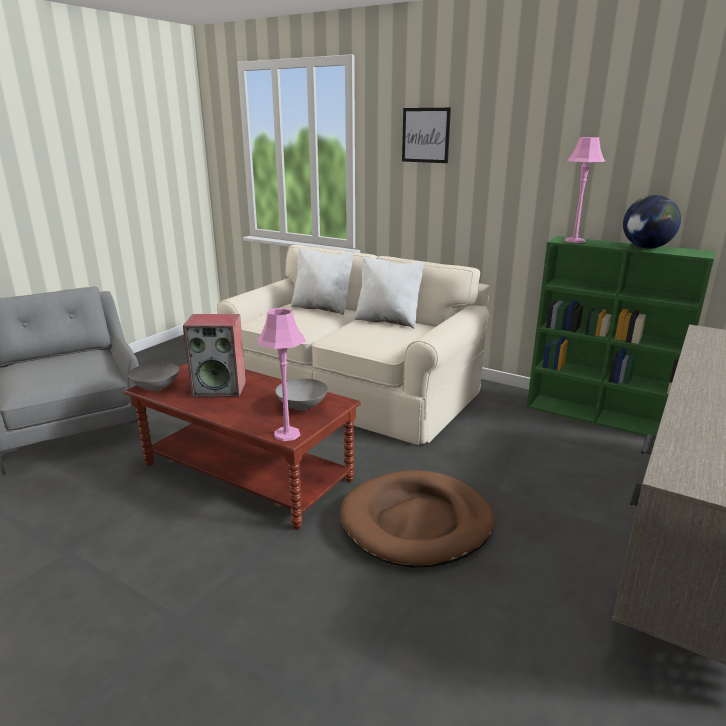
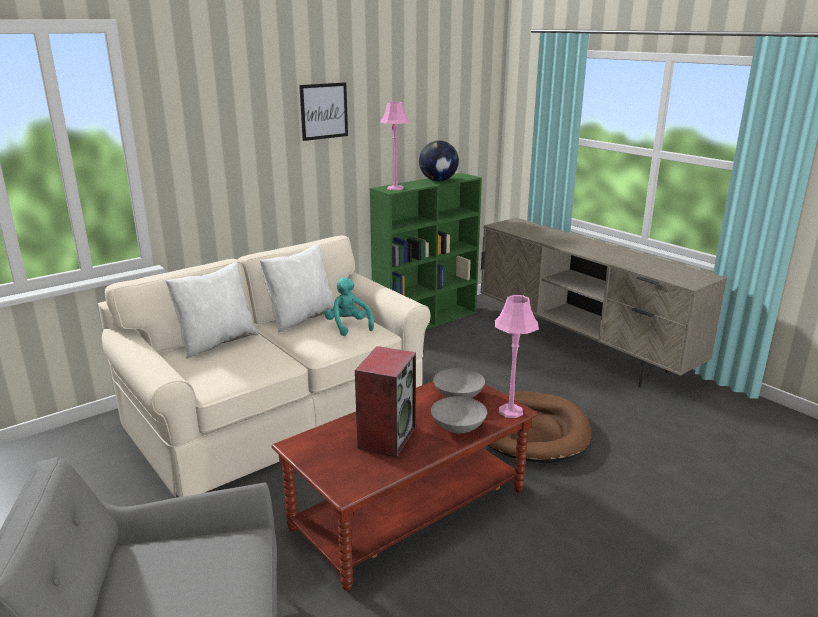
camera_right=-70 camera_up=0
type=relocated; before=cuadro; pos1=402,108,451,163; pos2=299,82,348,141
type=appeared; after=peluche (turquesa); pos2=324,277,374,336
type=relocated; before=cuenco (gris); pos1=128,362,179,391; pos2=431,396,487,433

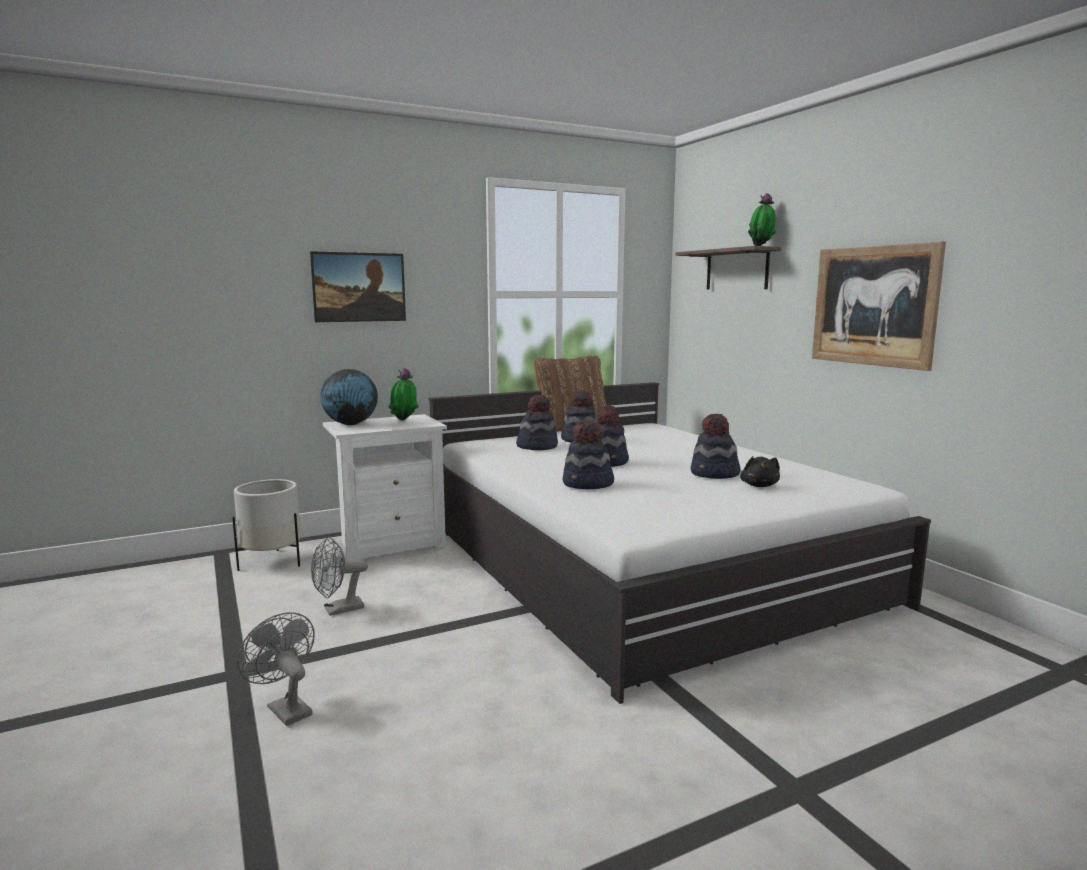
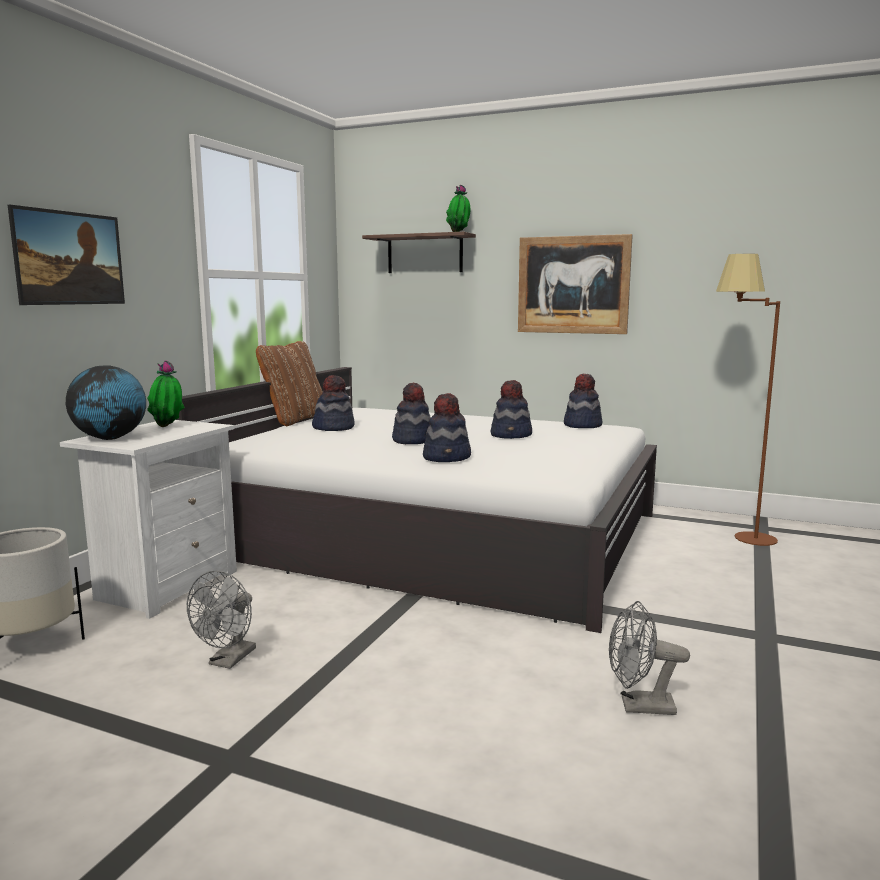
camera_right=-40 camera_up=0
type=relocated; before=sombrero; pos1=516,395,558,450; pos2=564,374,602,428
type=relocated; before=ventilador (gris); pos1=237,612,315,726; pos2=609,601,690,715
type=appeared; after=lámpara de pie (marrón); pos2=716,254,780,546
type=missing; before=peluche (negro); pos1=740,456,780,487

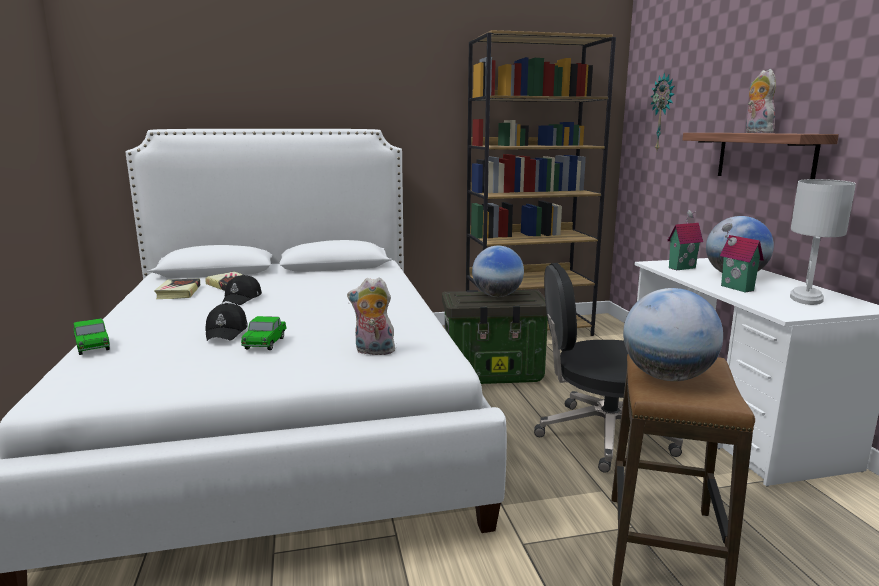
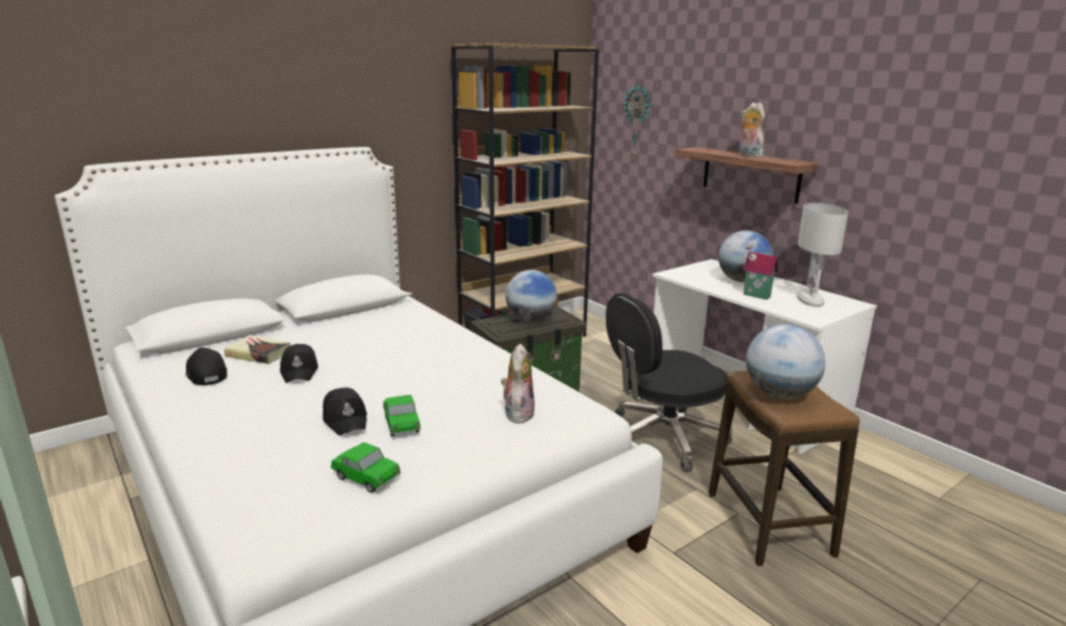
camera_right=-25 camera_up=5
type=exchanged; before=libro; after=gorra (negro); pos1=154,278,200,299; pos2=186,348,227,386
type=relocated; before=coche de juguete; pos1=74,318,110,355; pos2=331,442,401,493
type=spun; before=peluche; pos1=347,277,397,355; pos2=501,343,535,423; turn=120
type=missing; before=casita; pos1=667,210,703,270

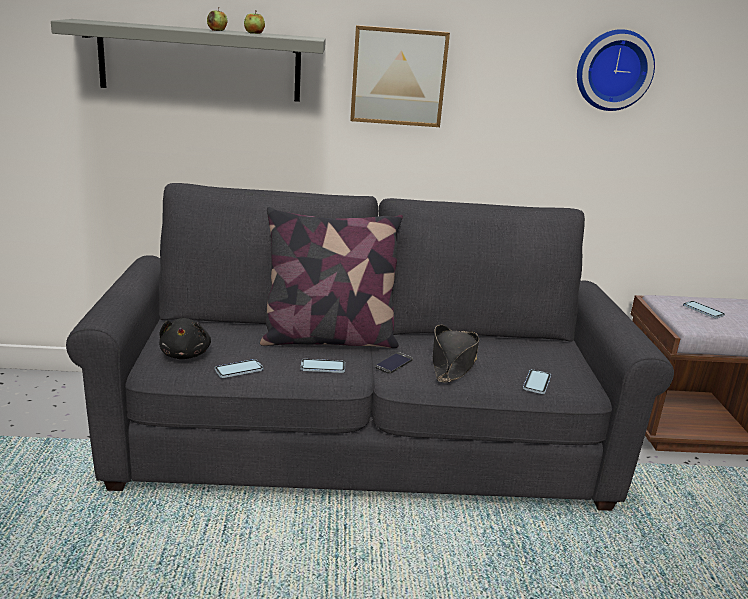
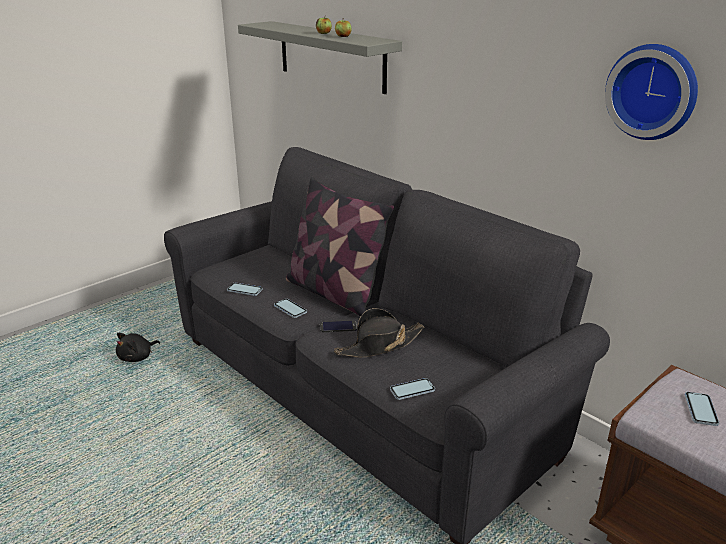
camera_right=50 camera_up=5
type=relocated; before=peluche (negro); pos1=159,318,211,359; pos2=116,333,160,362
type=missing; before=cuadro; pos1=350,25,450,127

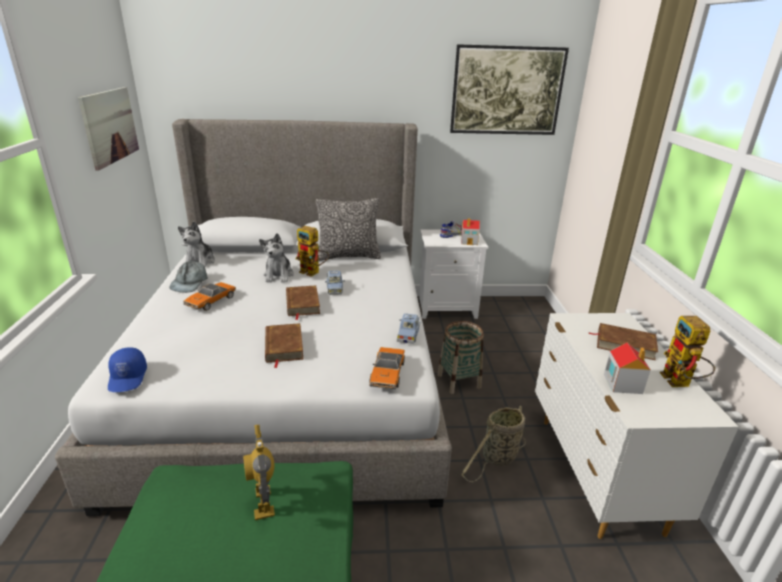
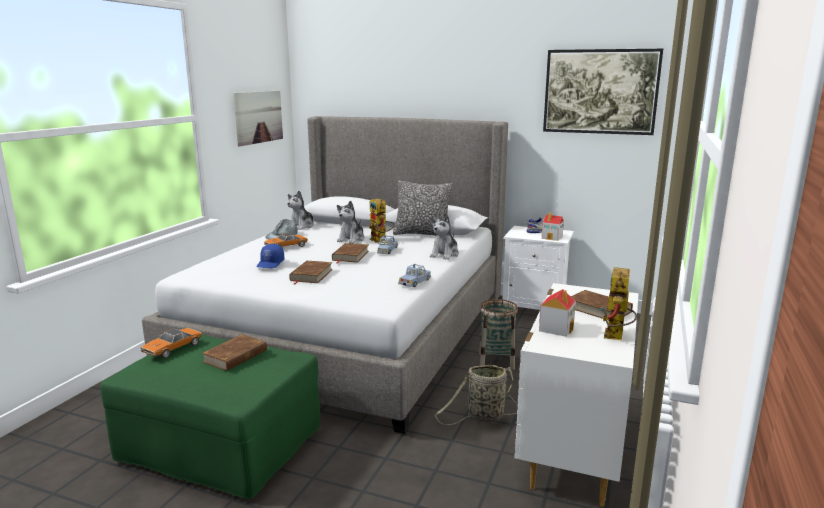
camera_right=25 camera_up=-10
type=relocated; before=coche de juguete; pos1=369,347,405,389; pos2=141,328,202,358
type=exchanged; before=robot de juguete; after=libro (marrón); pos1=243,425,275,520; pos2=201,334,268,371
type=relocated; before=gorra (azul); pos1=108,347,147,392; pos2=256,244,285,268
type=appeared; after=peluche; pos2=430,213,459,260

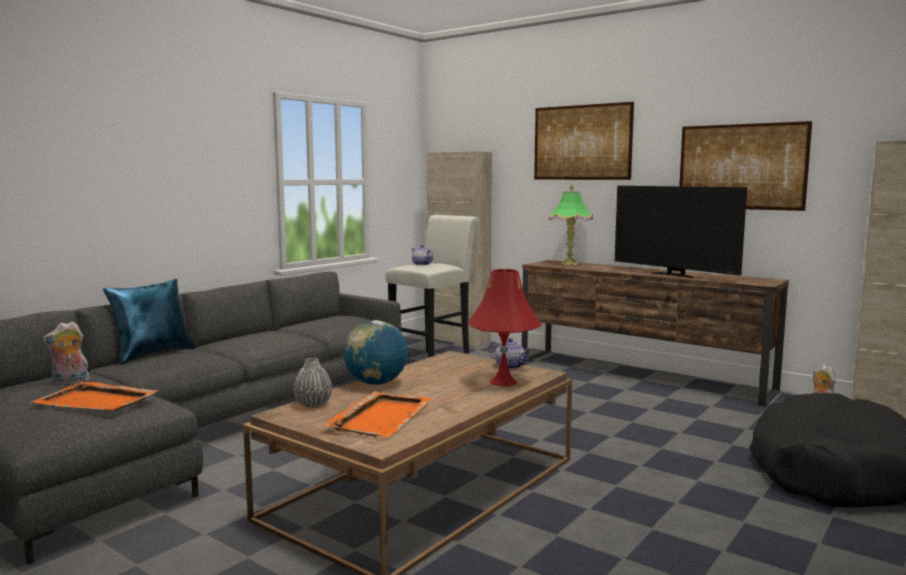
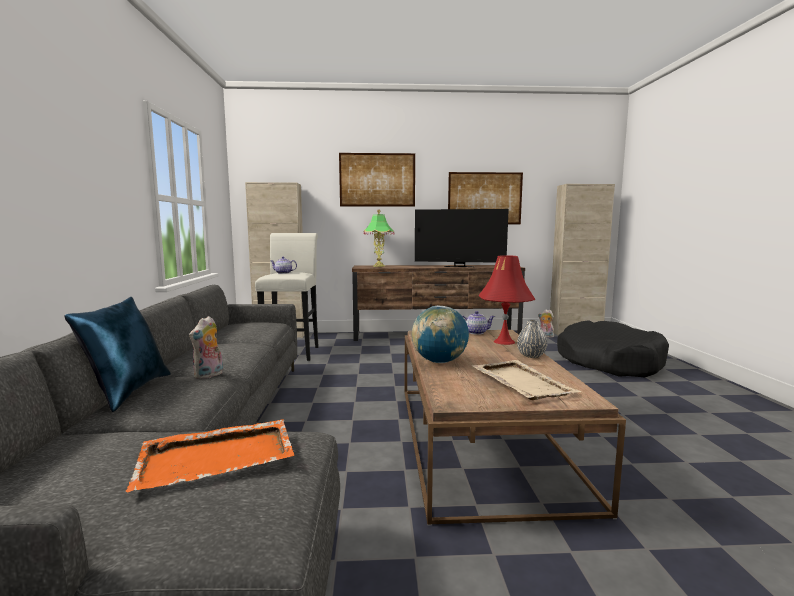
camera_right=-40 camera_up=0
type=relocated; before=peluche; pos1=42,321,90,385; pos2=189,316,223,379
type=colour; before=bandeja (naranja); after=bandeja (beis); pos1=324,391,431,437; pos2=471,360,582,400
type=relocated; before=florero (gris); pos1=294,358,332,408; pos2=517,320,547,358

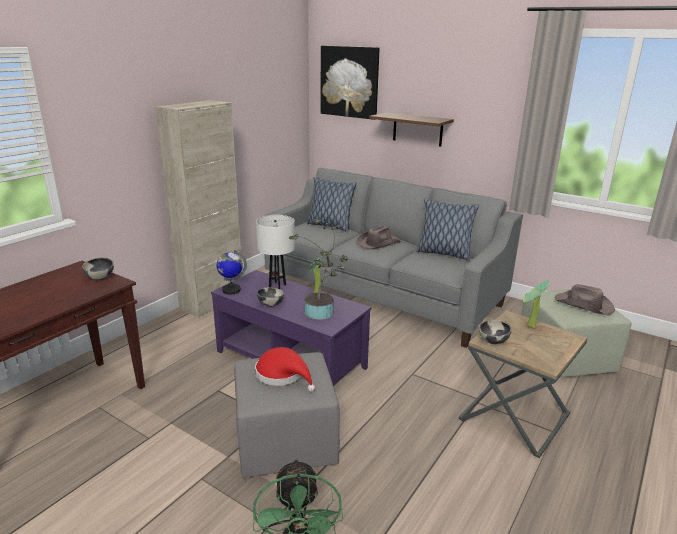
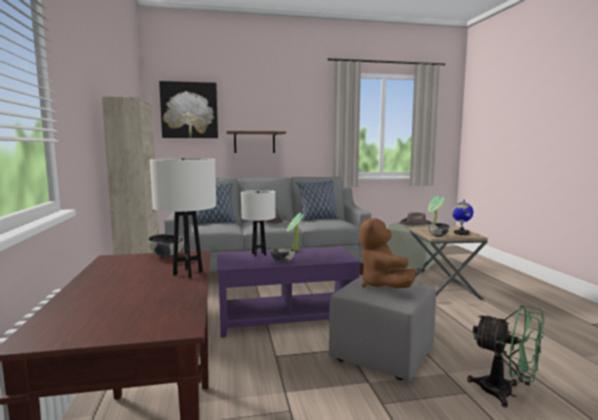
camera_right=-45 camera_up=-15
type=appeared; after=lámpara de mesa (blanco); pos2=150,158,216,278
type=exchanged; before=sombrero (rojo); after=peluche (marrón); pos1=255,347,315,392; pos2=360,216,416,288
type=relocated; before=globo terráqueo; pos1=217,250,247,295; pos2=452,199,473,235
type=missing; before=planta en maceta; pos1=289,219,348,320

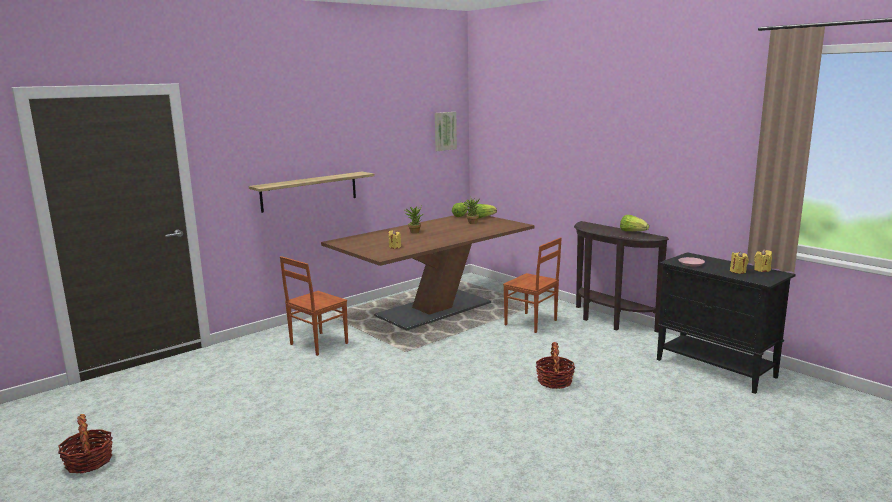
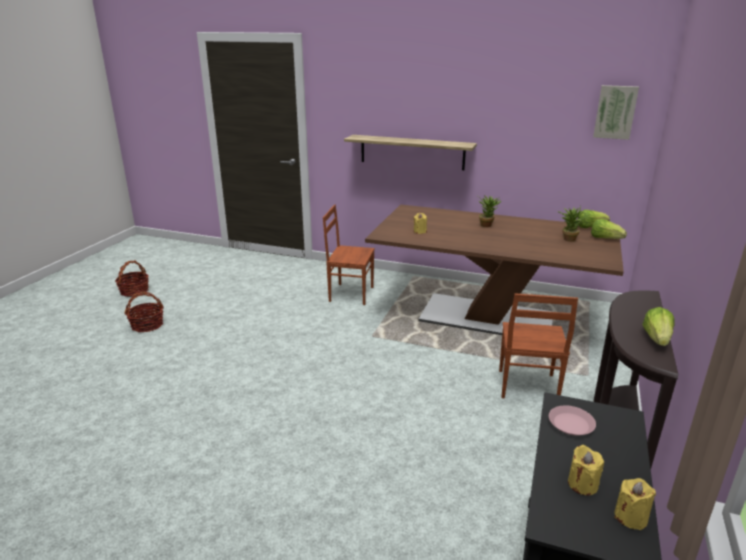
camera_right=60 camera_up=10
type=relocated; before=cesta; pos1=536,342,575,389; pos2=124,292,164,332

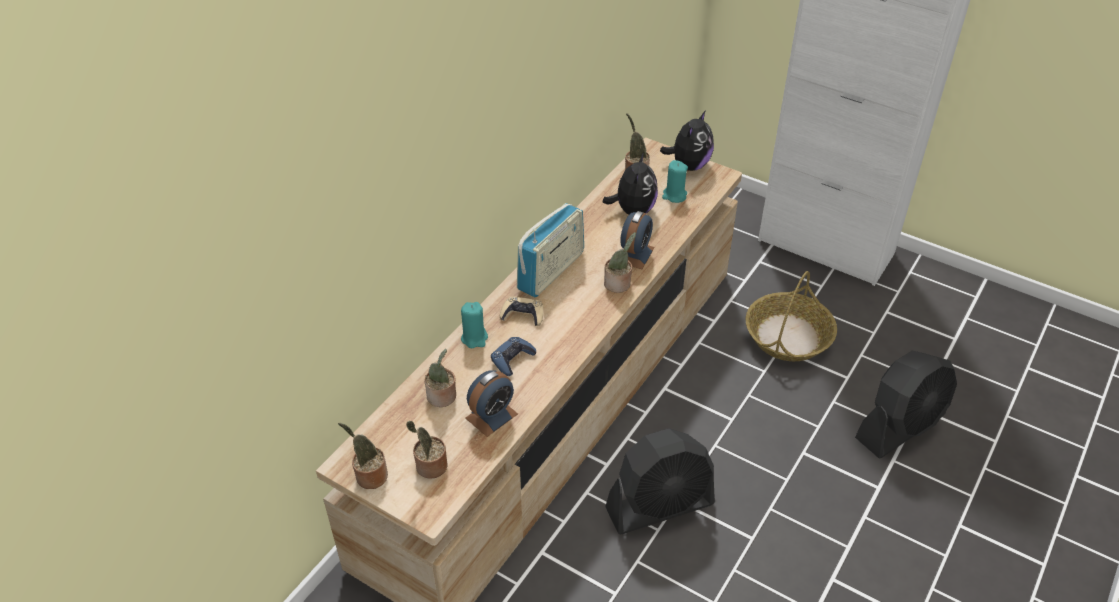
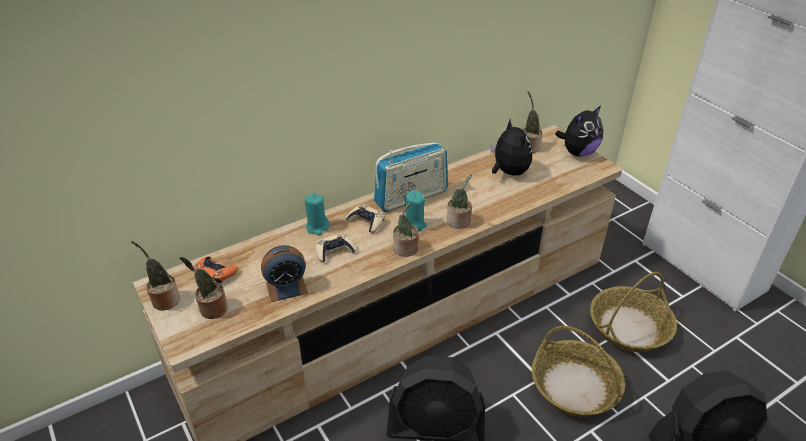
camera_right=25 camera_up=-5
type=appeared; after=mando de consola (naranja); pos2=194,257,238,284
type=colour; before=mando de consola (azul); after=mando de consola (beis); pos1=491,337,536,376; pos2=315,233,356,263
type=relocated; before=planta en maceta; pos1=425,349,456,407; pos2=393,202,419,257
type=relocated; before=vela (turquesa); pos1=662,160,688,203; pos2=405,190,427,232
type=spun; before=peluche; pos1=603,152,658,215; pos2=490,119,532,176; turn=-60
type=appeared; after=cesta; pos2=532,326,625,416
type=missing; before=despertador; pos1=620,211,655,269

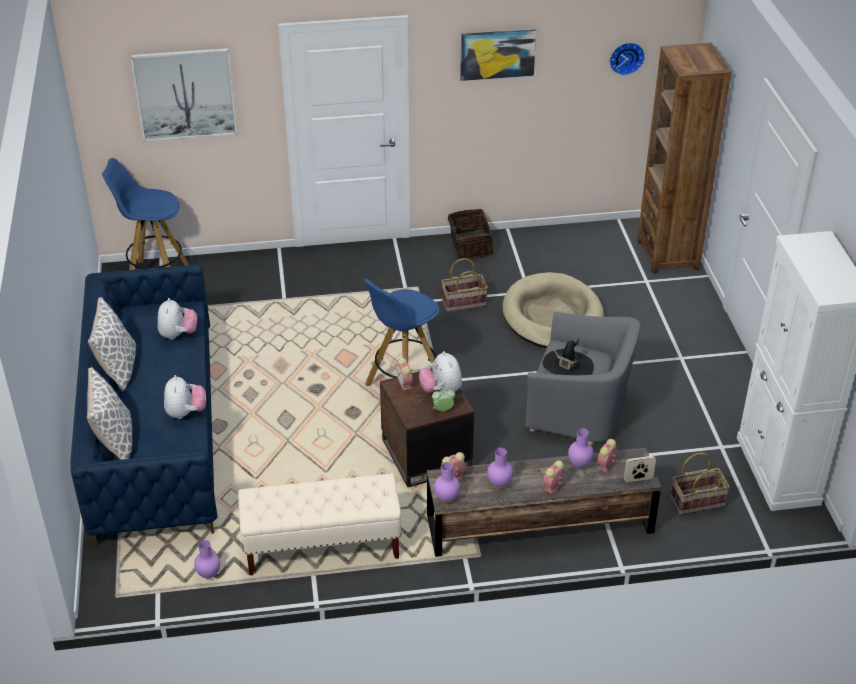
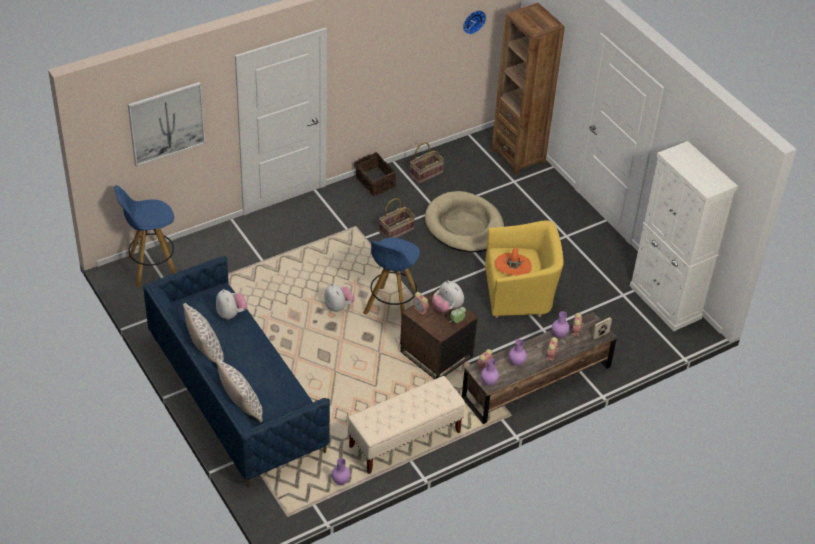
camera_right=-25 camera_up=5
type=relocated; before=peluche; pos1=164,375,206,419; pos2=324,284,354,312
type=relocated; before=cesta; pos1=670,452,730,515; pos2=410,142,444,184
type=colour; before=sillón (gris); after=sillón (amarillo); pos1=525,312,641,445; pos2=485,220,564,318
type=colour; before=sombrero (negro); after=sombrero (naranja); pos1=543,339,594,375; pos2=495,245,532,275
type=missing; before=cuadro; pos1=460,29,536,81

